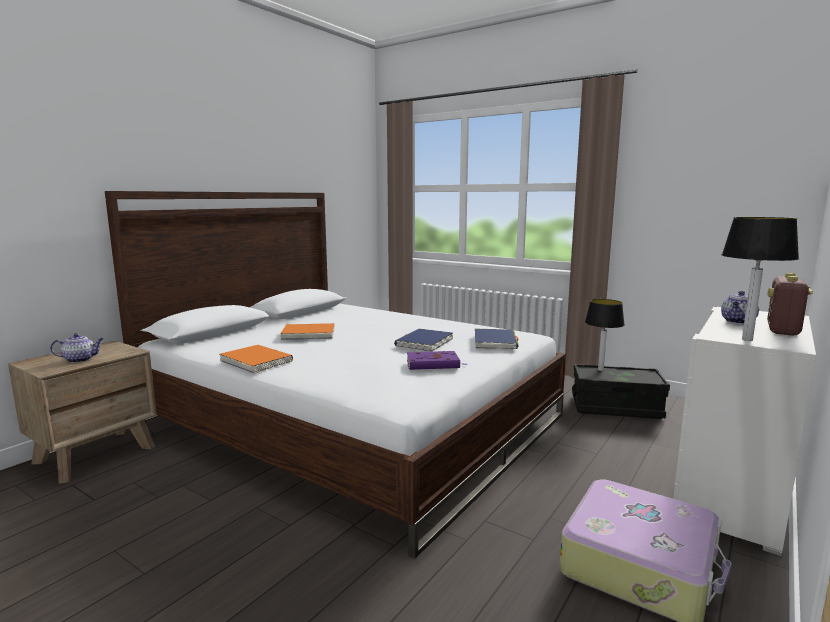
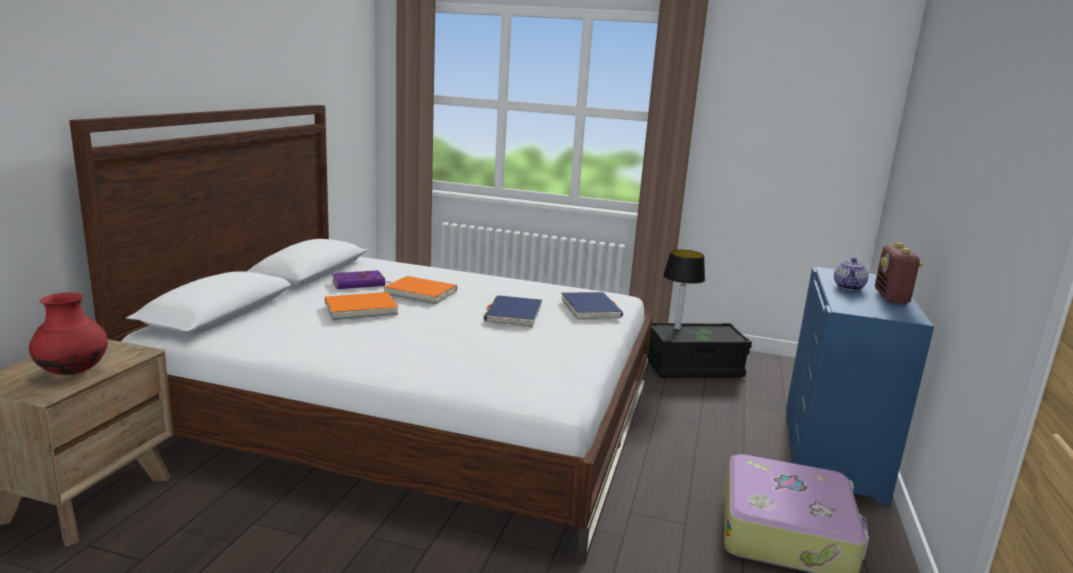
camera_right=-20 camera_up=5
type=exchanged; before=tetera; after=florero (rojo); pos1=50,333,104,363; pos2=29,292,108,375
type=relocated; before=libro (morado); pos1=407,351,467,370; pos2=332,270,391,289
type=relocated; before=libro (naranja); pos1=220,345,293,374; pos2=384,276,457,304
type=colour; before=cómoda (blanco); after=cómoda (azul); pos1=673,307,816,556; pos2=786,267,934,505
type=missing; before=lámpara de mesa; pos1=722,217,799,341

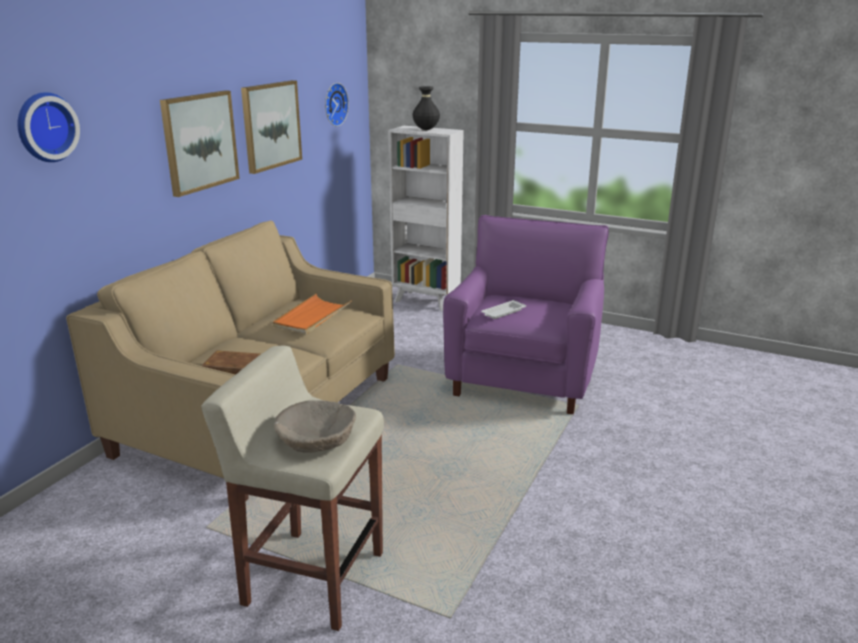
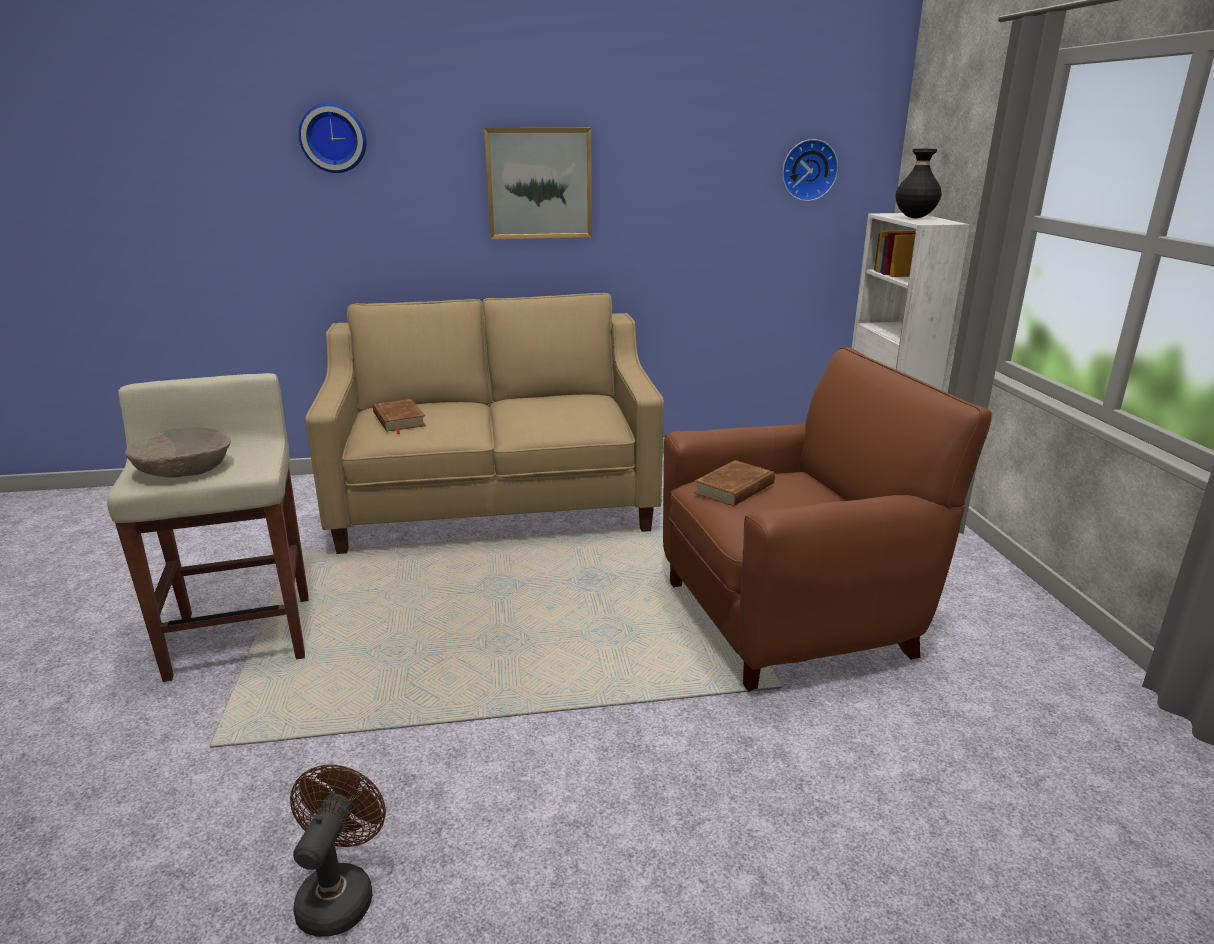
camera_right=55 camera_up=0
type=appeared; after=ventilador (marrón); pos2=290,764,386,937
type=colour; before=sillón (morado); after=sillón (marrón); pos1=443,215,609,415; pos2=663,347,992,692
type=exchanged; before=bandeja (blanco); after=libro (marrón); pos1=481,300,526,319; pos2=694,460,775,506
type=missing; before=cuadro; pos1=241,80,302,174
type=missing; before=bandeja (naranja); pos1=273,294,352,334

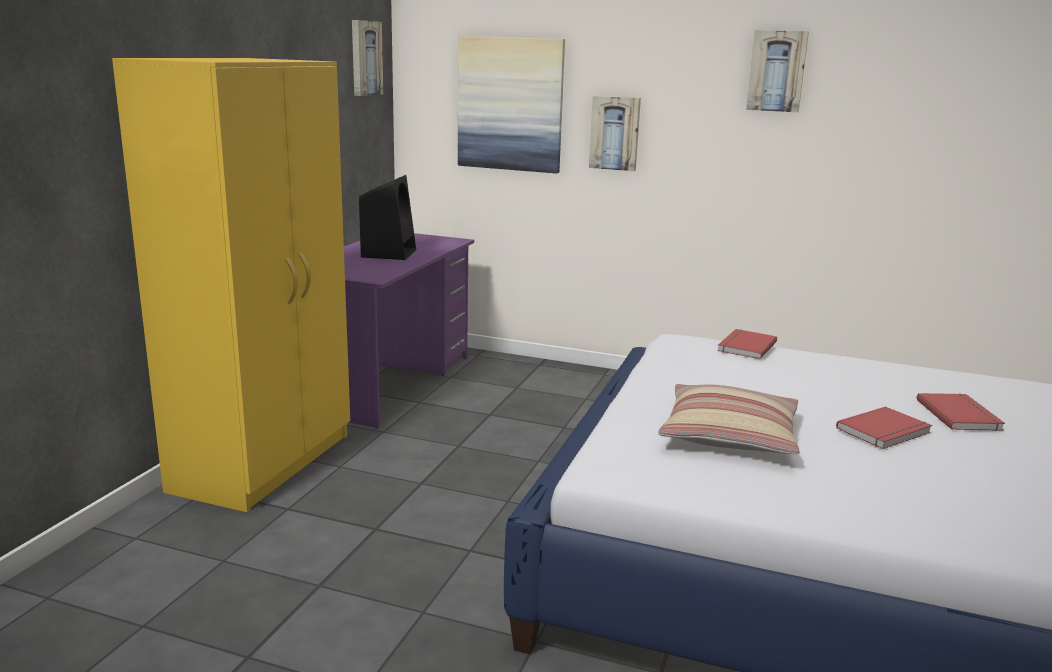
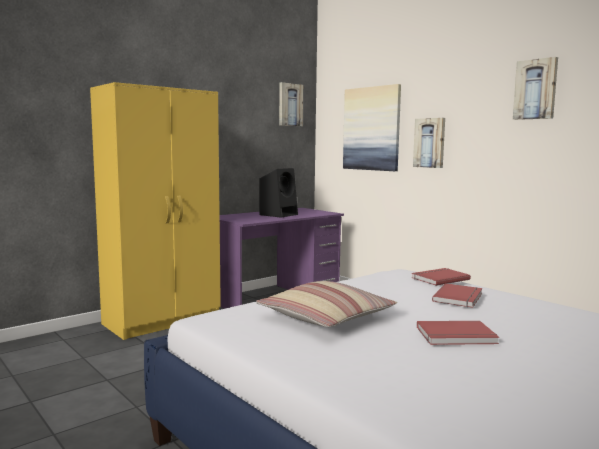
camera_right=30 camera_up=-10
type=relocated; before=libro (rojo); pos1=917,393,1005,431; pos2=432,283,482,308

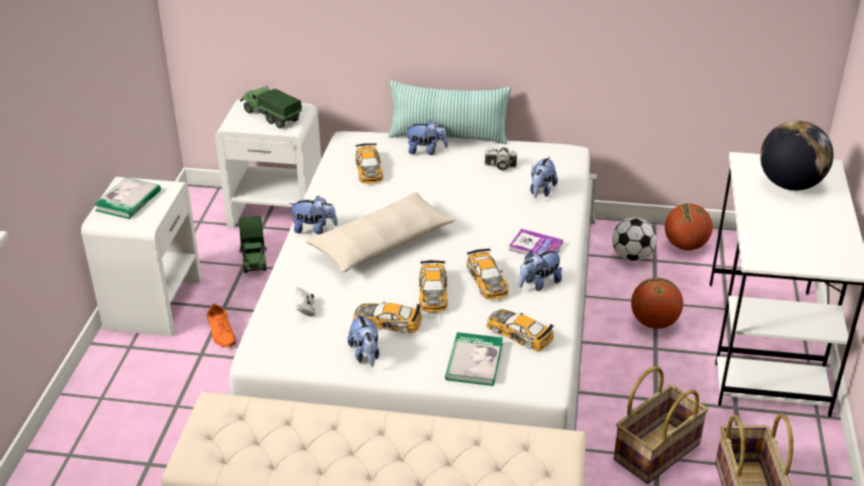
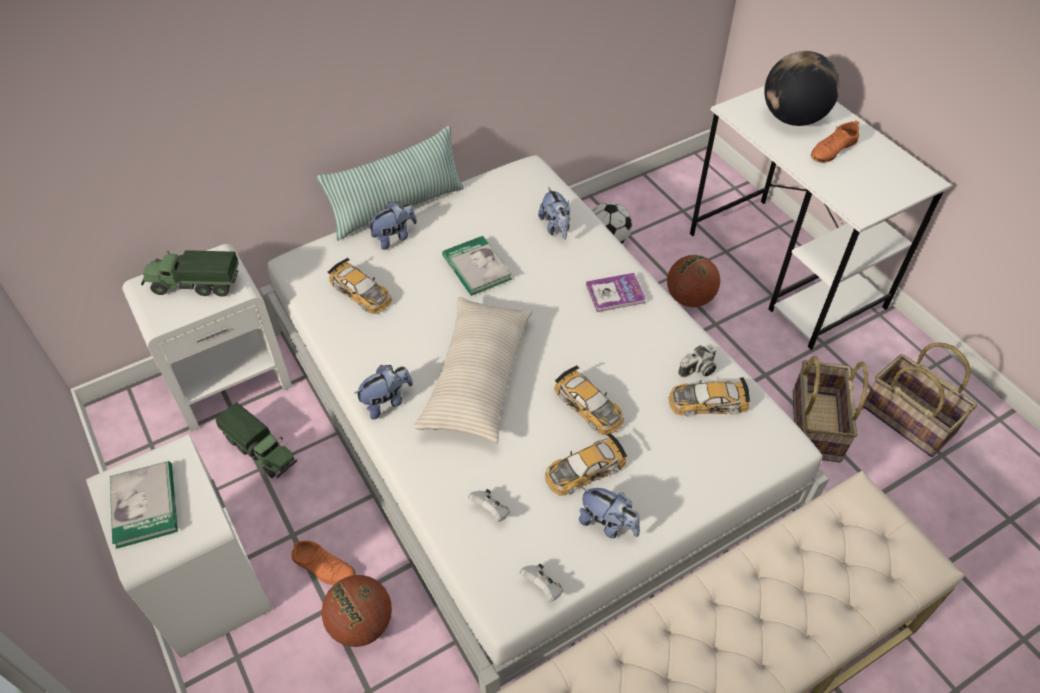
camera_right=-40 camera_up=15
type=relocated; before=balón de baloncesto; pos1=665,204,713,250; pos2=322,575,392,647
type=relocated; before=libro; pos1=445,332,503,386; pos2=442,236,512,296
type=appeared; after=mando de consola (blanco); pos2=520,564,563,602
type=relocated; before=cámara; pos1=484,147,517,171; pos2=678,344,717,378
type=appeared; after=zapato (naranja); pos2=811,120,859,163
type=missing; before=coche de juguete; pos1=467,248,509,300
type=missing; before=peluche; pos1=519,250,562,291

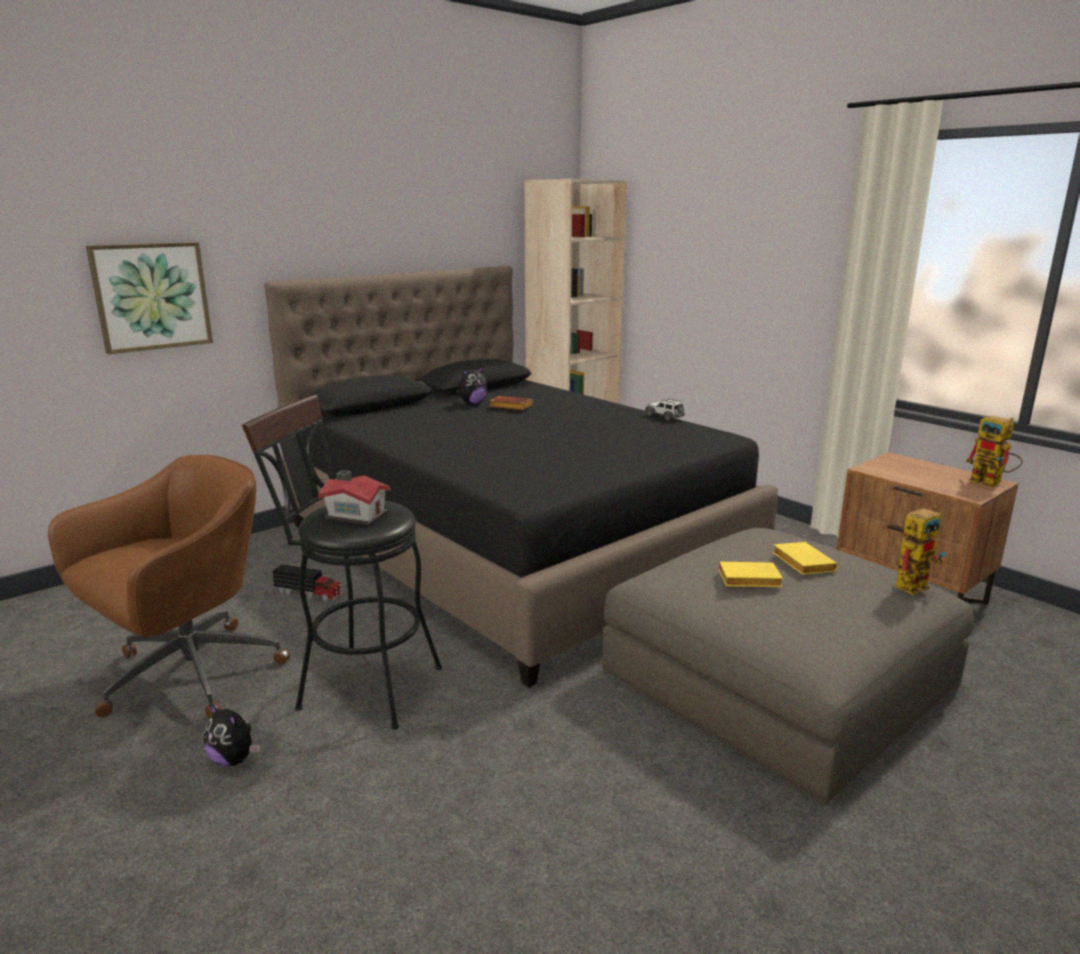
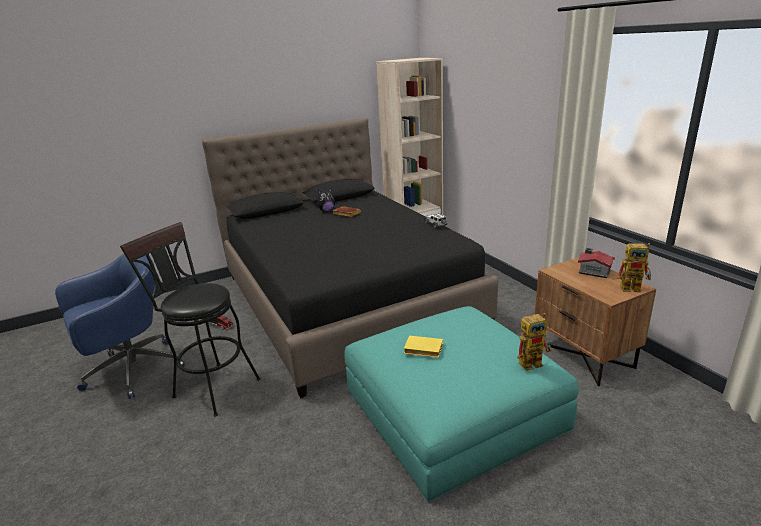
camera_right=15 camera_up=5
type=colour; before=silla de oficina (marrón); after=silla de oficina (azul); pos1=48,455,290,718; pos2=55,253,185,399
type=colour; before=puf (gris); after=puf (turquesa); pos1=602,528,974,805; pos2=344,306,579,502
type=relocated; before=casita; pos1=318,470,391,525; pos2=578,248,615,278
type=spun; before=robot de juguete; pos1=965,416,1023,487; pos2=617,243,651,292; turn=-60
type=missing; before=cuadro; pos1=86,242,213,354
type=missing; before=peluche; pos1=204,704,260,766
type=missing; before=libro (amarillo); pos1=772,542,838,575

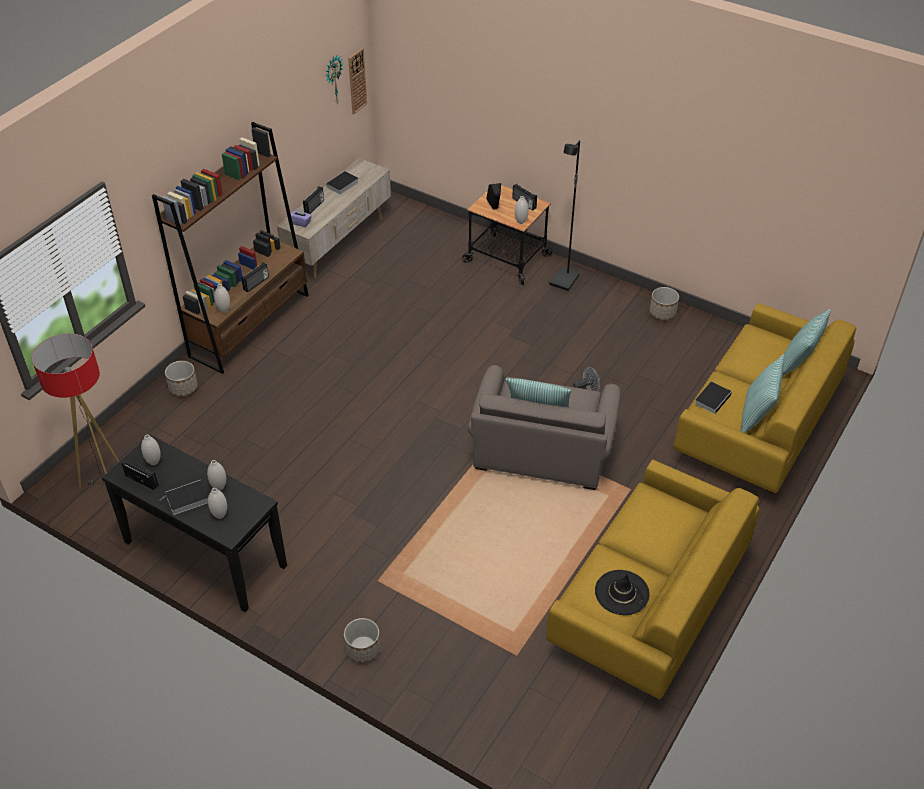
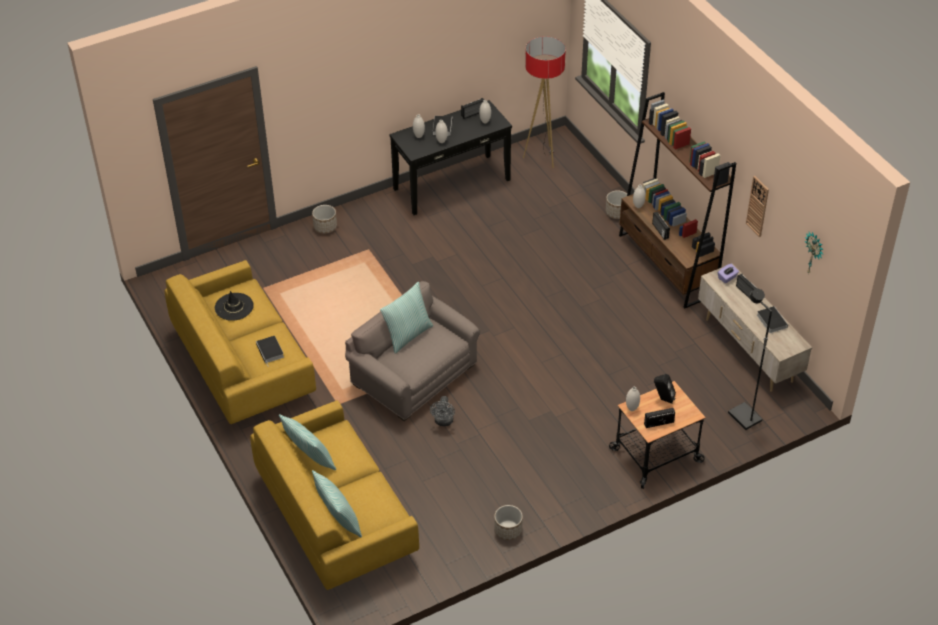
camera_right=120 camera_up=0
type=relocated; before=libro; pos1=695,381,732,414; pos2=256,336,284,366
type=relocated; before=lámpara de pie (negro); pos1=549,140,580,291; pos2=728,289,772,430
type=relocated; before=reloj de pared; pos1=348,48,367,114; pos2=746,176,769,237

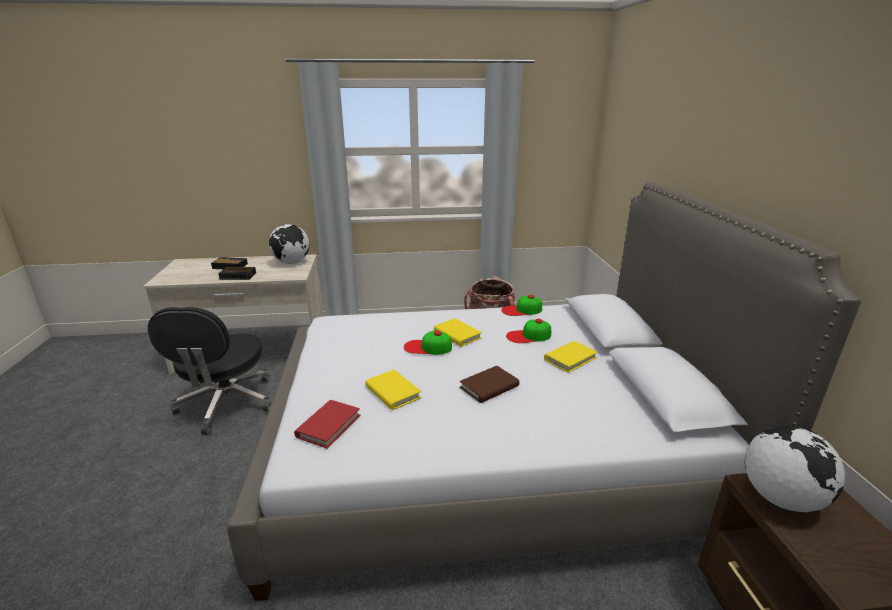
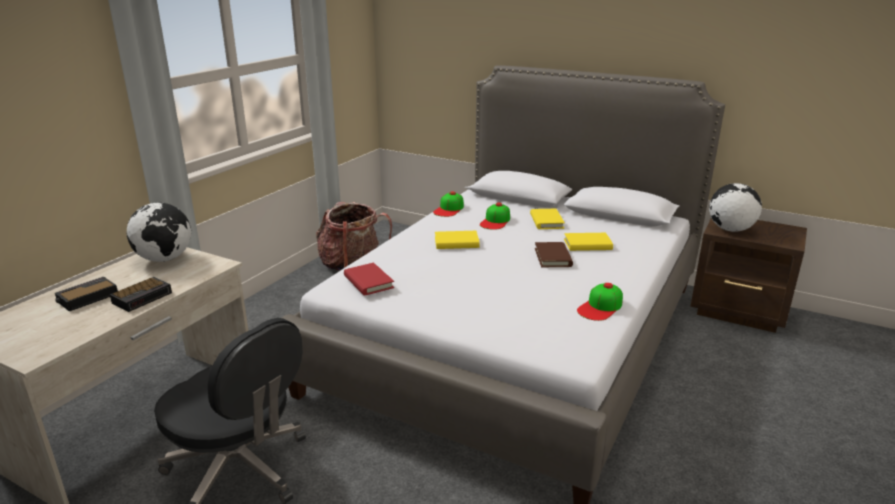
camera_right=-55 camera_up=0
type=relocated; before=libro (rojo); pos1=294,400,360,449; pos2=344,263,394,296
type=relocated; before=libro (amarillo); pos1=365,369,421,410; pos2=564,233,613,251
type=relocated; before=gorra; pos1=404,331,452,355; pos2=577,283,623,321

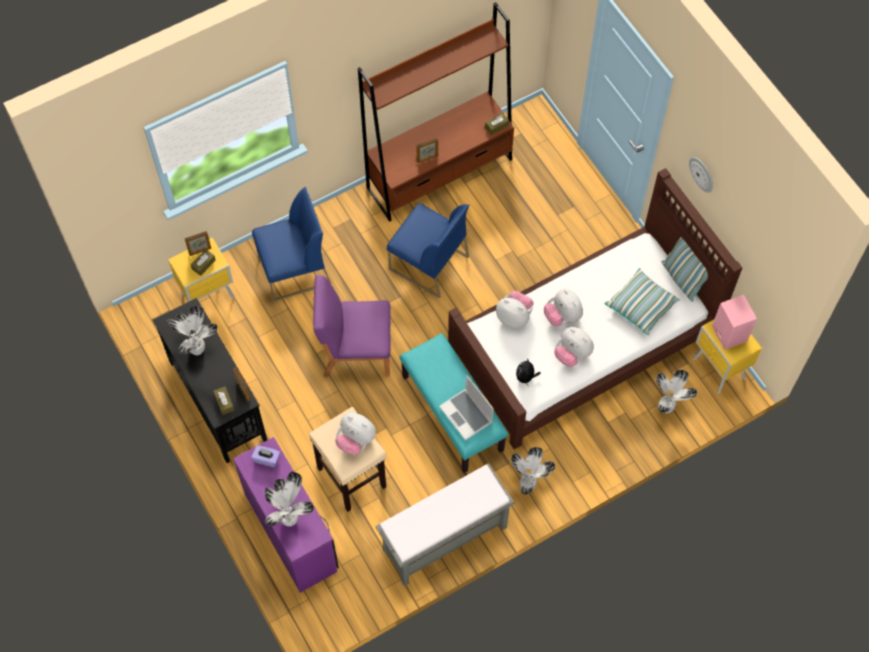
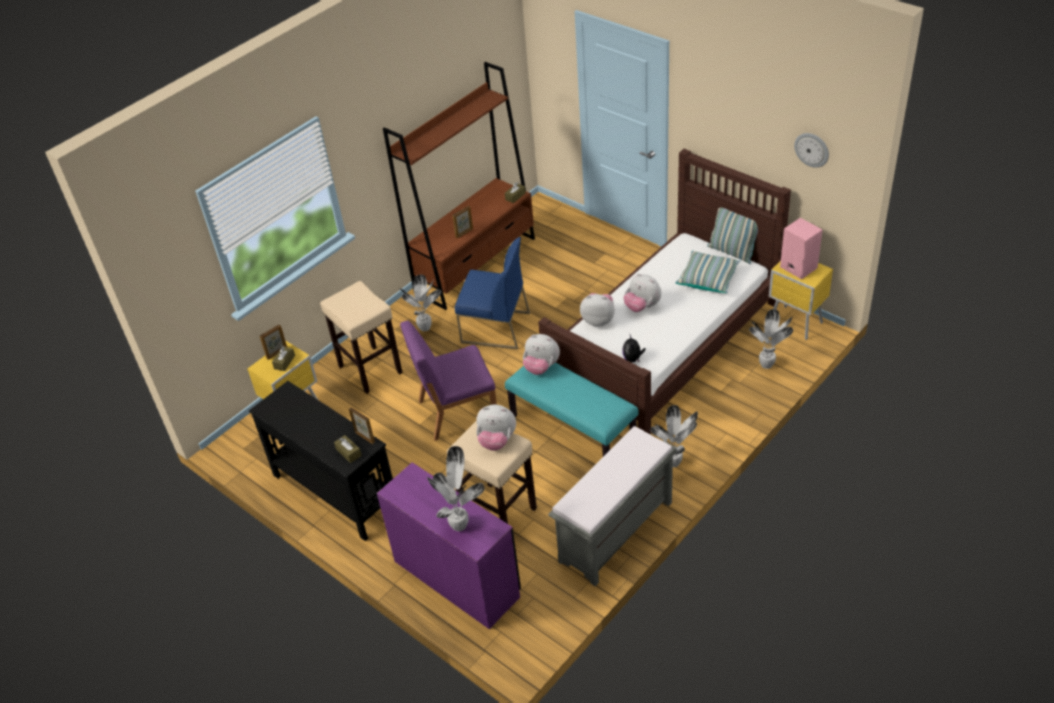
camera_right=-15 camera_up=-20
type=exchanged; before=silla (azul); after=taburete (beis); pos1=252,187,331,302; pos2=320,281,403,394
type=relocated; before=planta en maceta; pos1=167,306,217,355; pos2=399,275,441,331
type=relocated; before=peluche; pos1=554,327,594,367; pos2=523,334,560,375
type=relocated; before=reloj de pared; pos1=689,157,713,193; pos2=794,133,829,168
type=missing; before=caja de pañuelos (morado); pos1=251,446,280,467
type=missing; before=portátil; pos1=439,375,494,440

